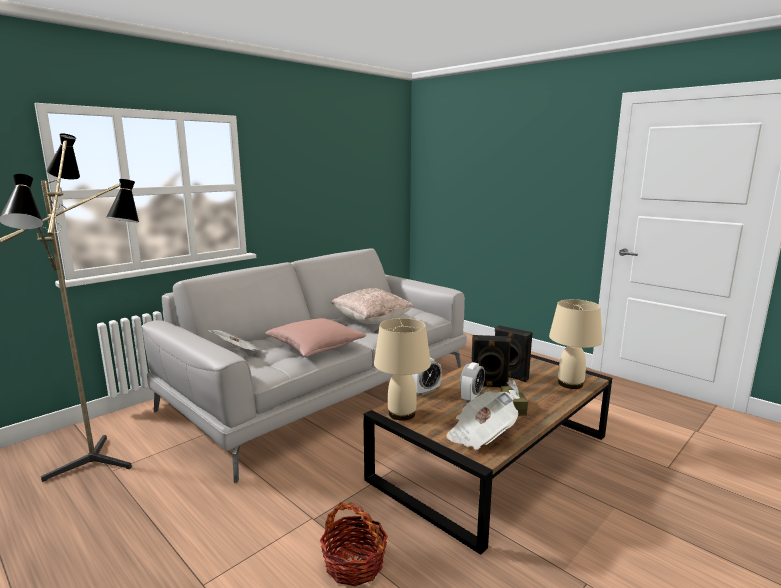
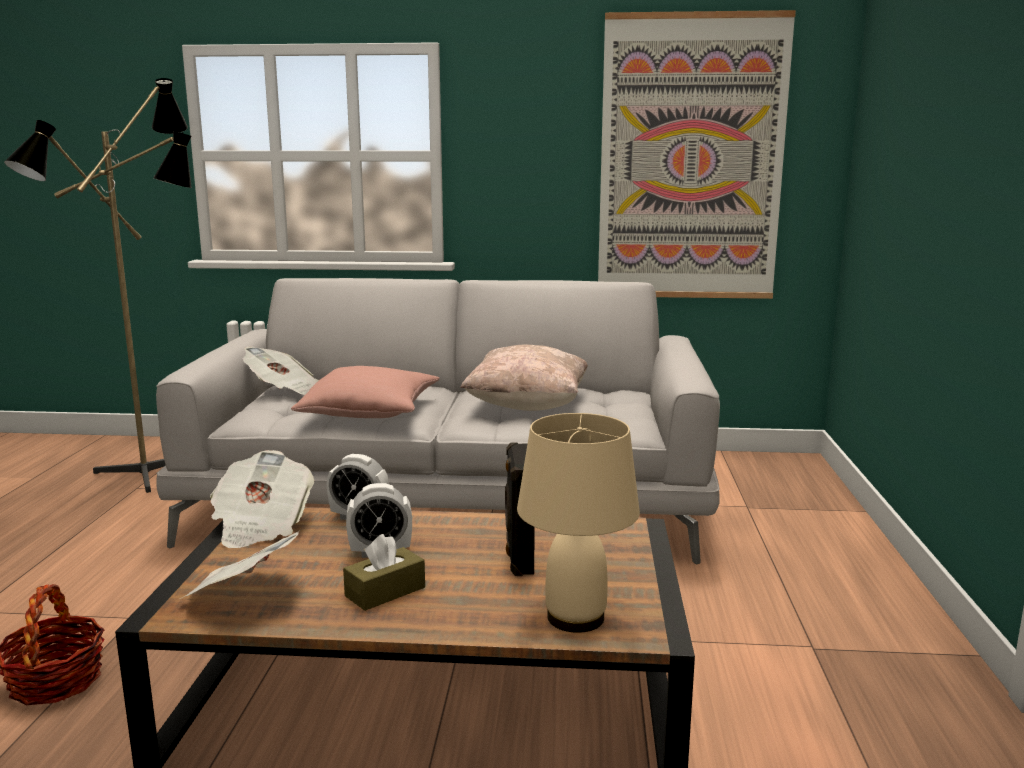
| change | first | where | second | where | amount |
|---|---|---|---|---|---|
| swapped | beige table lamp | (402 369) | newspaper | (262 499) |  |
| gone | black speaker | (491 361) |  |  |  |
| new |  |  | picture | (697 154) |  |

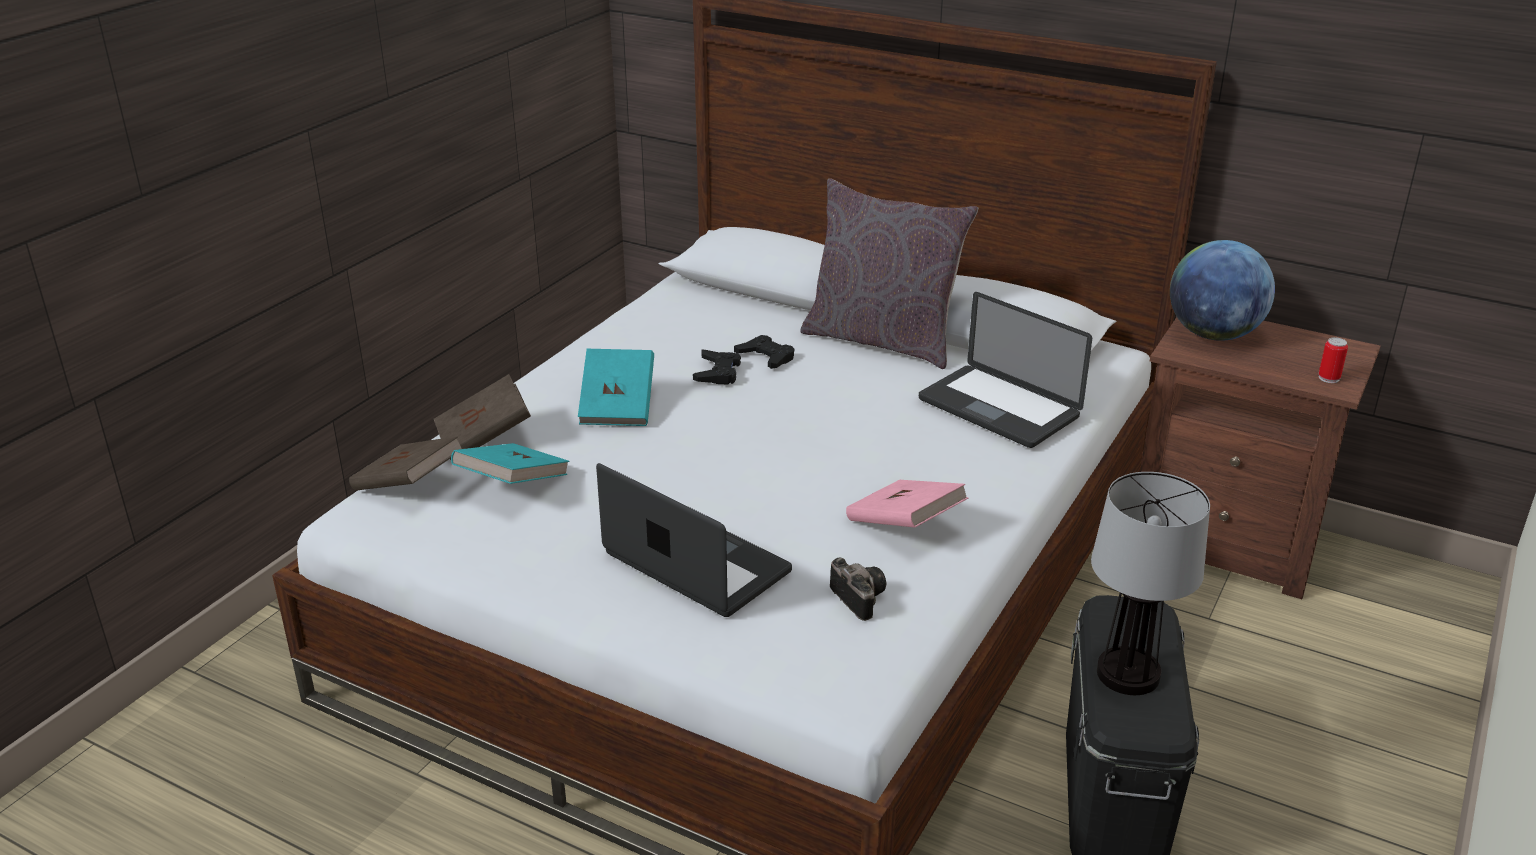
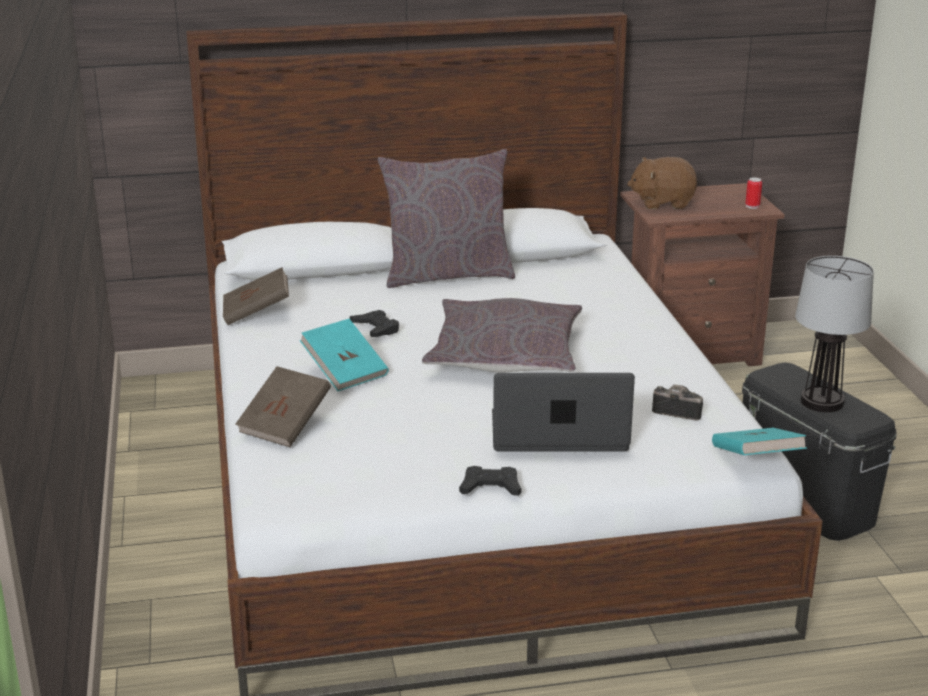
| change | first | where | second | where | amount |
|---|---|---|---|---|---|
| shifted | brown book | (406 463) |  | (256 296) |  |
| shifted | turquoise book | (510 463) |  | (759 441) |  |
| shifted | black game controller | (764 352) |  | (490 481) |  |
| gone | pink book | (907 504) |  |  |  |
| gone | laptop | (1005 370) |  |  |  |
| swapped | globe | (1222 290) | brown plush toy | (662 183) |  |
| new |  |  | grey pillow | (502 335) |  |

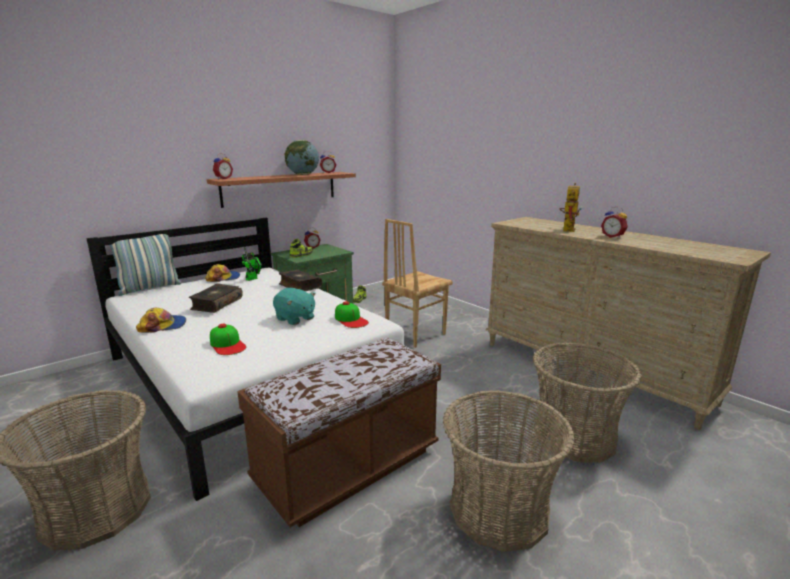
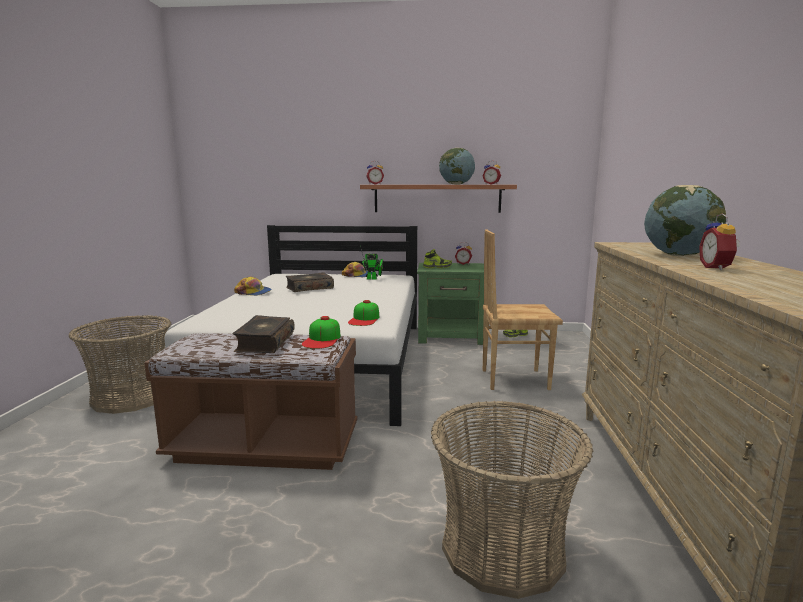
| change | first | where | second | where | amount |
|---|---|---|---|---|---|
| gone | pillow | (146 265) |  |  |  |
| shifted | cap | (228 339) |  | (321 332) |  |
| gone | turquoise plush toy | (294 306) |  |  |  |
| shifted | book | (300 280) |  | (264 334) |  |
| gone | basket | (509 471) |  |  |  |
| swapped | toy robot | (571 207) | globe | (685 220) |  |

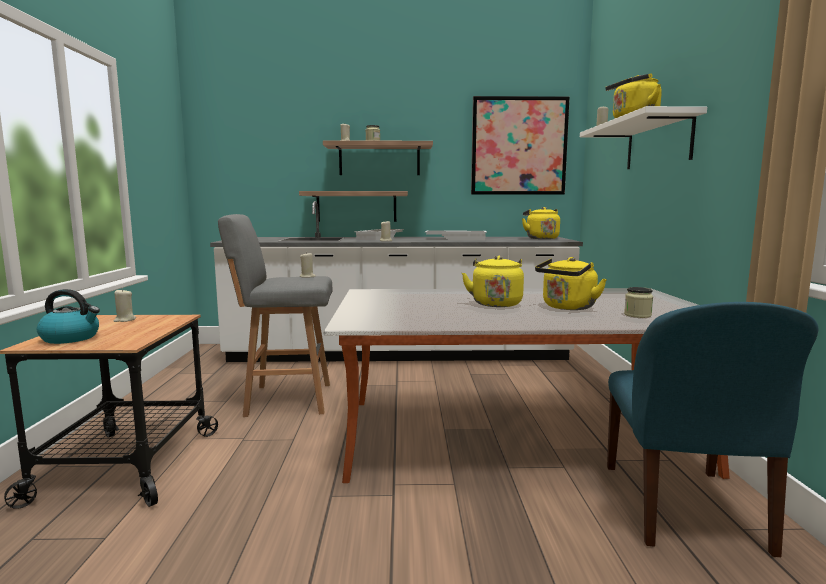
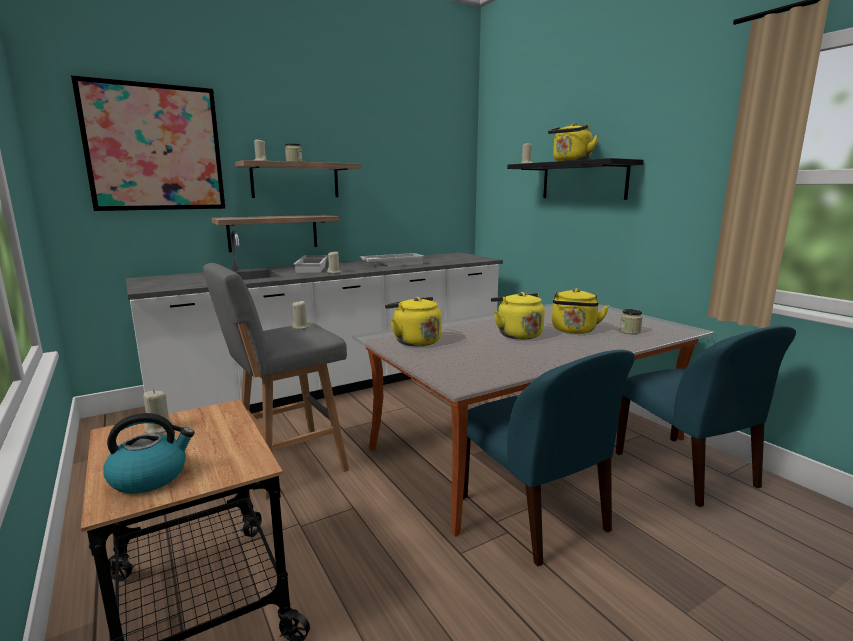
| change | first | where | second | where | amount |
|---|---|---|---|---|---|
| shifted | picture | (520 145) |  | (148 143) |  |
| shifted | yellow kettle | (541 223) |  | (413 321) |  |
| repainted | white shelf | (643 137) | black shelf | (575 179) |  |
| new |  |  | blue chair | (549 458) |  |

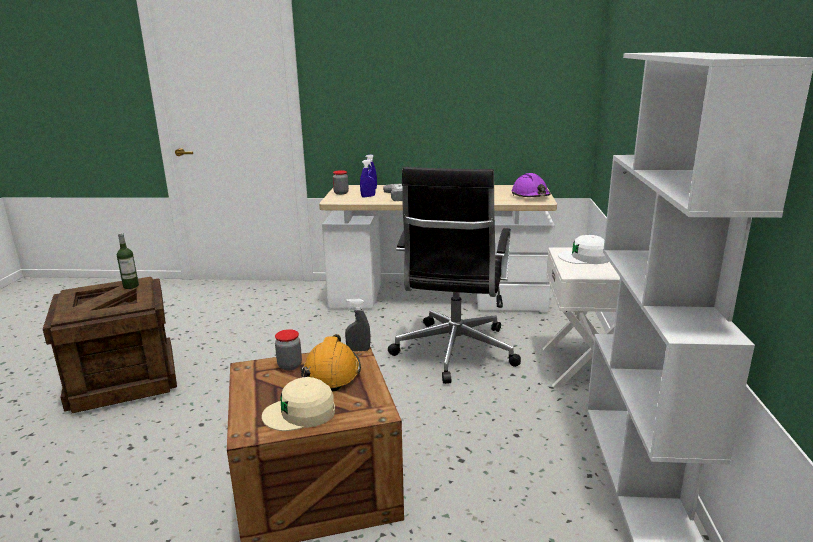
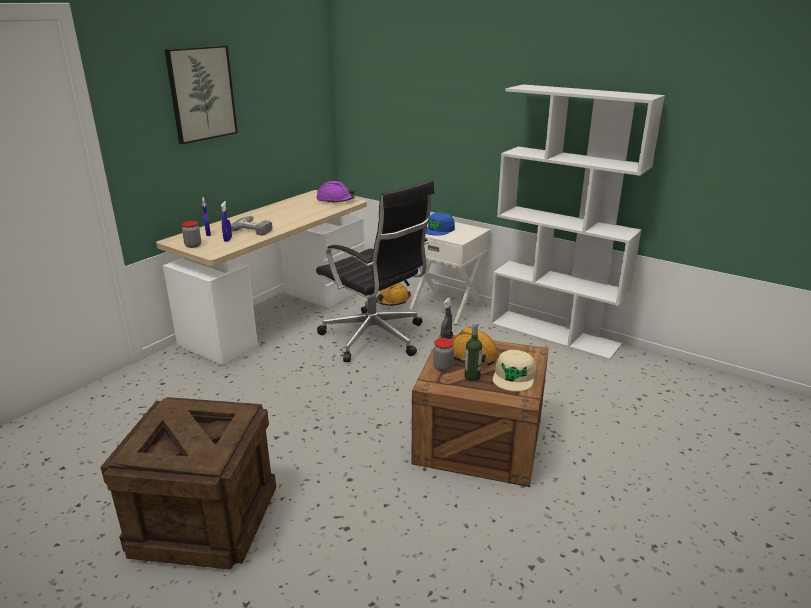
| change | first | where | second | where | amount |
|---|---|---|---|---|---|
| shifted | bottle | (128 261) |  | (473 352) |  |
| repainted | white cap | (583 249) | blue cap | (440 224) |  |
| new |  |  | picture | (201 94) |  |
| new |  |  | orange hard hat | (393 294) |  |

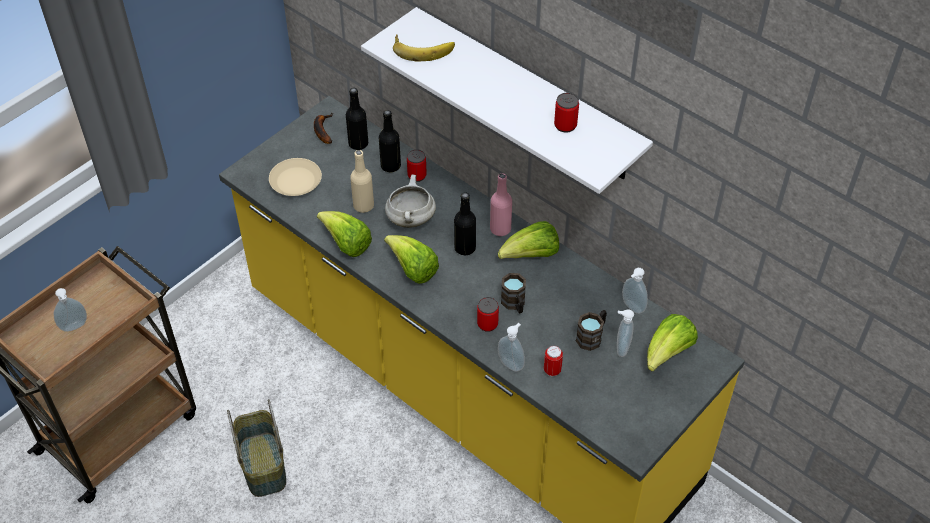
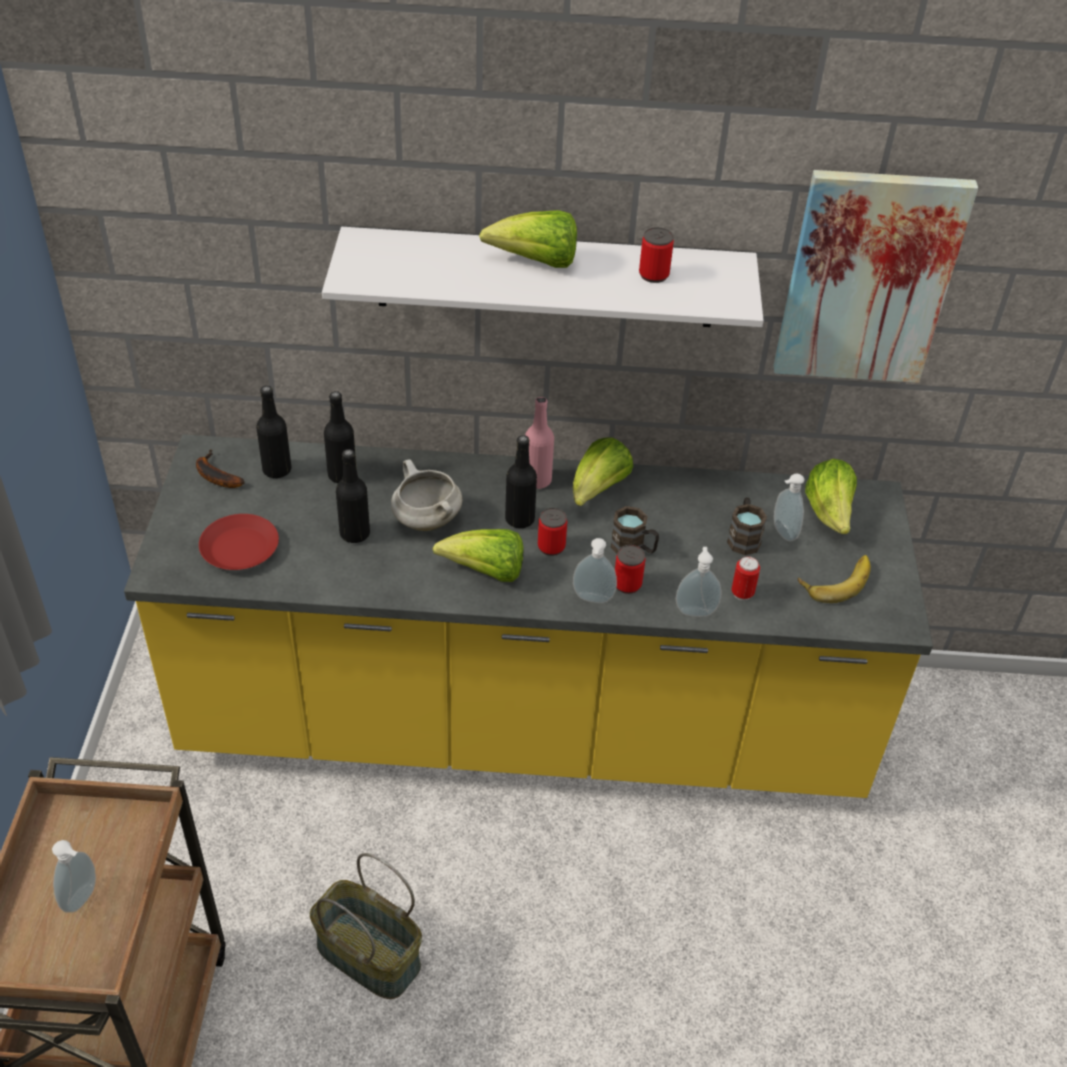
| change | first | where | second | where | amount |
|---|---|---|---|---|---|
| repainted | beige plate | (295 177) | red plate | (239 542) |  |
| shifted | lettuce | (344 234) |  | (528 239) |  |
| repainted | beige bottle | (362 181) | black bottle | (353 496) |  |
| shifted | banana | (424 48) |  | (834 579) |  |
| shifted | can | (417 165) |  | (552 532) |  |
| shifted | soap dispenser | (635 291) |  | (595 570) |  |
| new |  |  | picture | (875 276) |  |

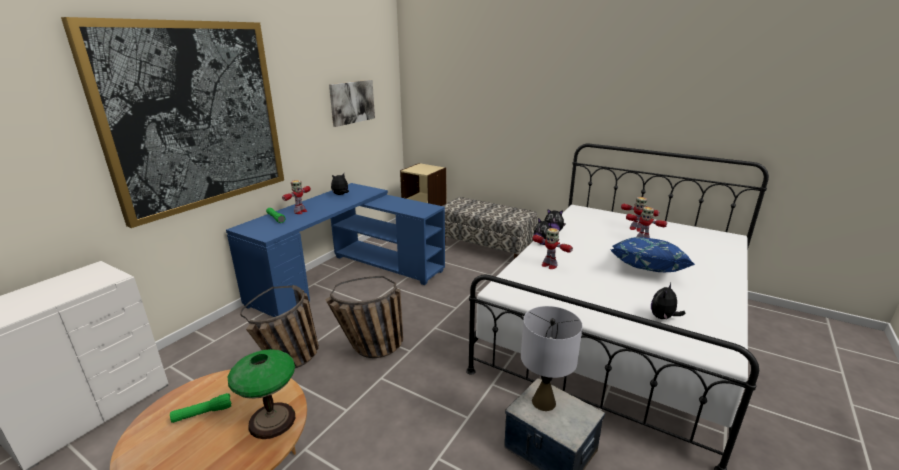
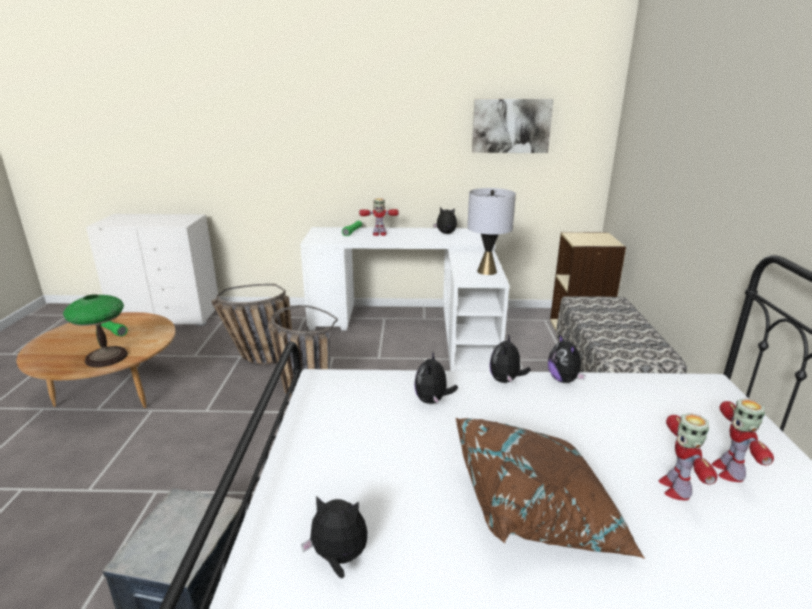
| change | first | where | second | where | amount |
|---|---|---|---|---|---|
| gone | picture | (172 122) |  |  |  |
| repainted | blue desk | (335 250) | white desk | (404 299) |  |
| shifted | grey table lamp | (552 358) |  | (491 231) |  |
| swapped | toy robot | (552 248) | plush toy | (436 377) |  |
| repainted | blue pillow | (653 254) | brown pillow | (550 488) |  |

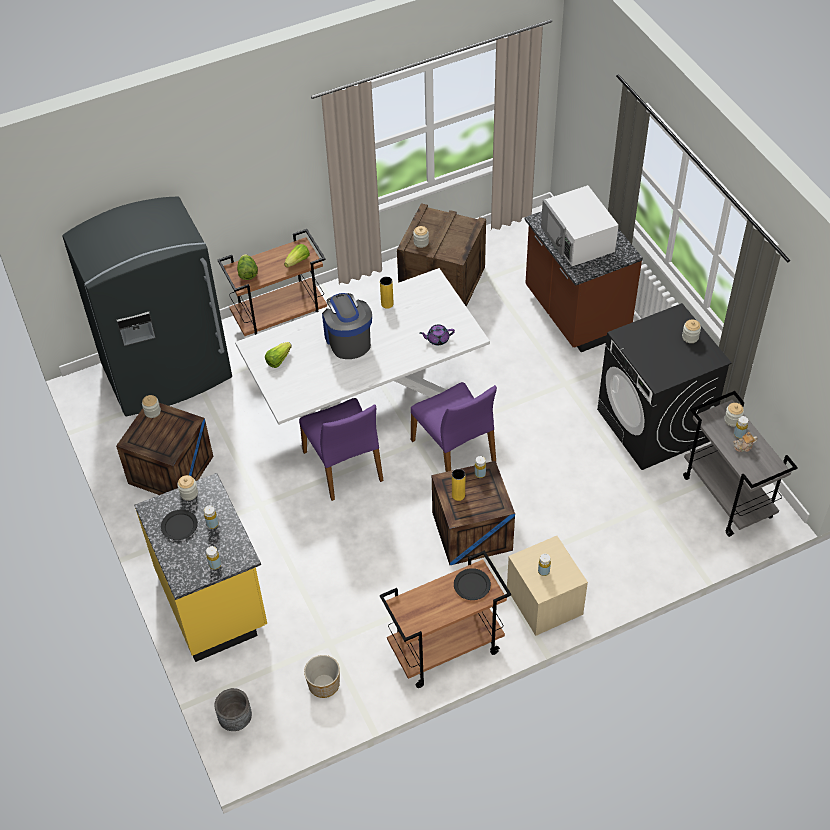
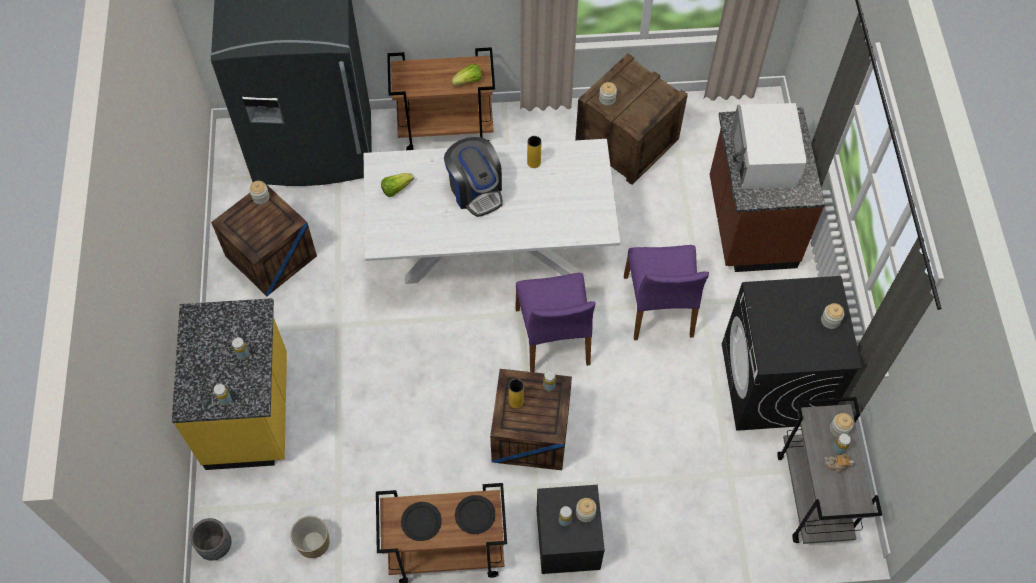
| change | first | where | second | where | amount |
|---|---|---|---|---|---|
| shifted | black plate | (179 525) |  | (421 521) |  |
| shifted | jar | (187 487) |  | (586 510) |  |
| gone | lettuce | (247 267) |  |  |  |
| shifted | purple chair | (341 449) |  | (666 292) |  |
| rotated | coffee machine | (347 326) |  | (473 177) | 150 degrees clockwise |
| gone | purple teapot | (437 334) |  |  |  |
| repainted | beige nightstand | (547 586) | black nightstand | (570 529) |  |

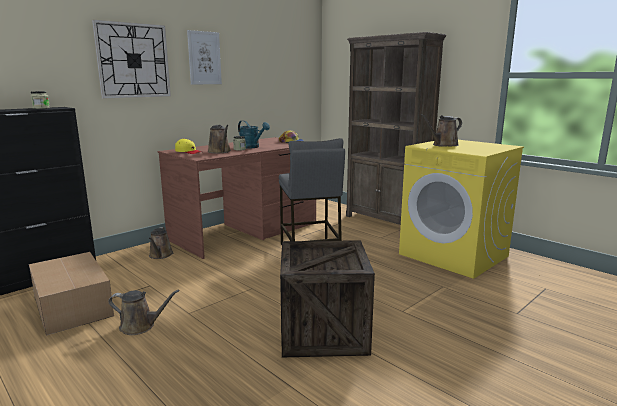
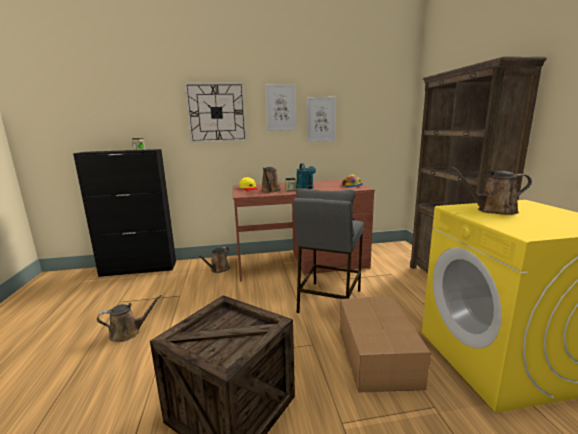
| change | first | where | second | where | amount |
|---|---|---|---|---|---|
| shifted | cardboard box | (71 293) |  | (385 345) |  |
| rotated | brown watering can | (144 312) |  | (129 318) | 60 degrees counterclockwise |
| new |  |  | picture | (321 119) |  |

